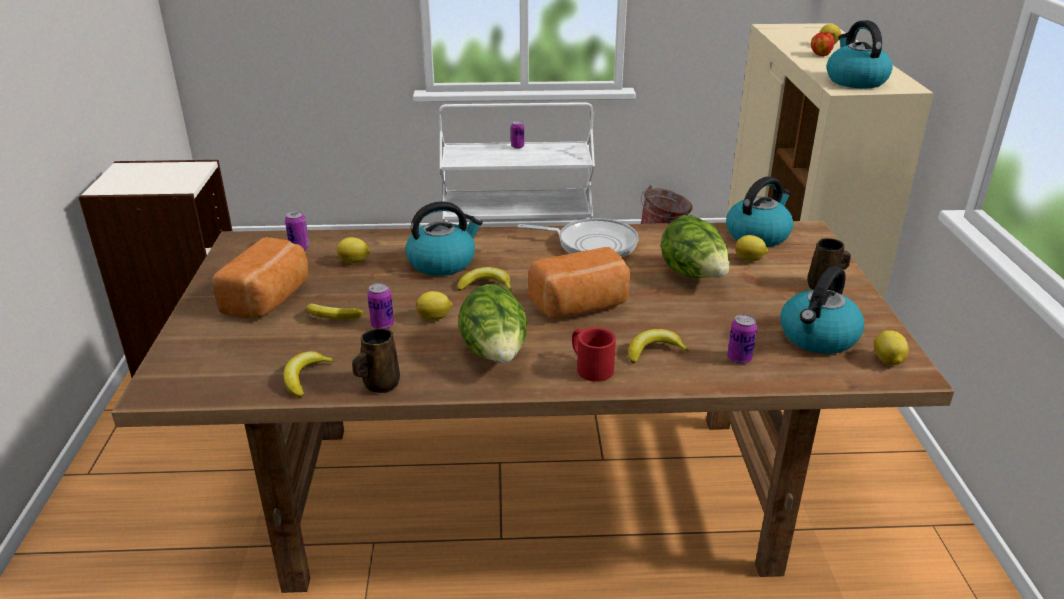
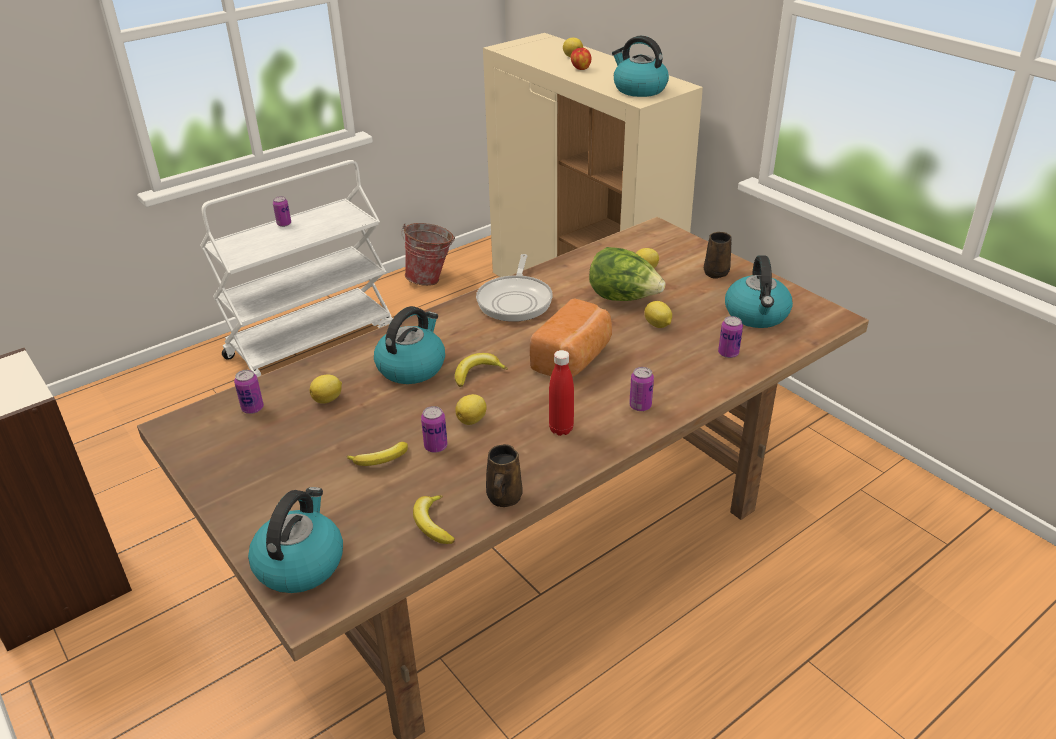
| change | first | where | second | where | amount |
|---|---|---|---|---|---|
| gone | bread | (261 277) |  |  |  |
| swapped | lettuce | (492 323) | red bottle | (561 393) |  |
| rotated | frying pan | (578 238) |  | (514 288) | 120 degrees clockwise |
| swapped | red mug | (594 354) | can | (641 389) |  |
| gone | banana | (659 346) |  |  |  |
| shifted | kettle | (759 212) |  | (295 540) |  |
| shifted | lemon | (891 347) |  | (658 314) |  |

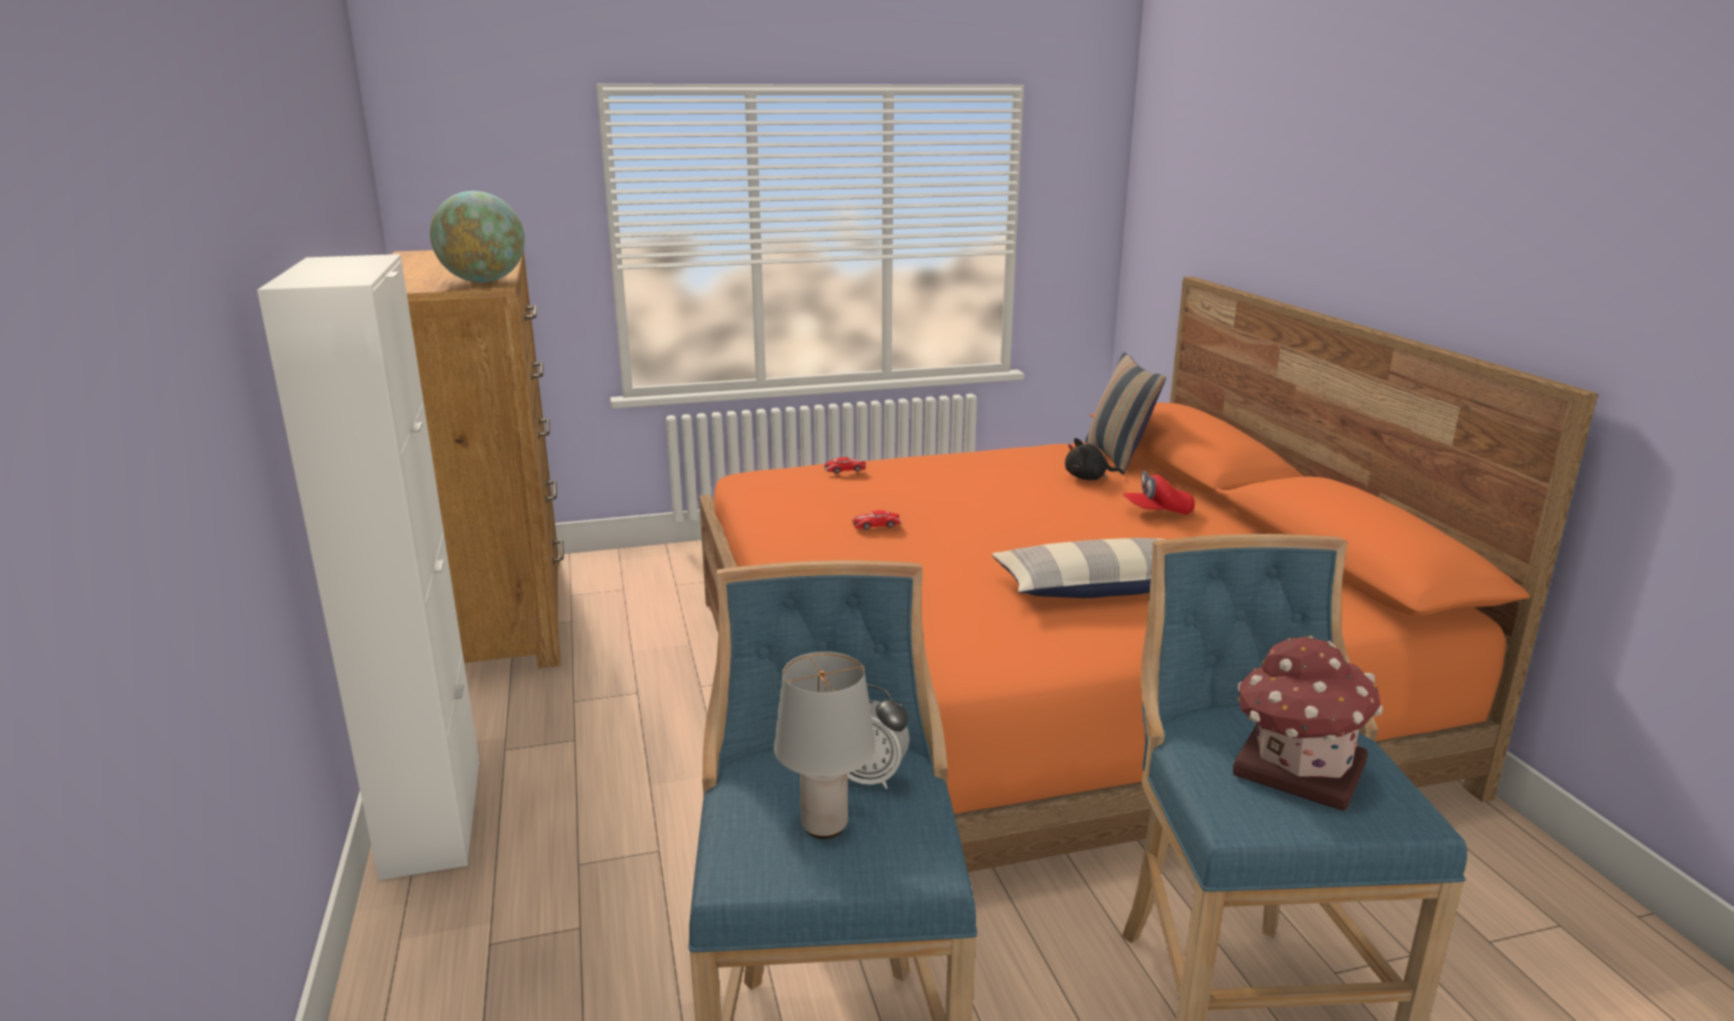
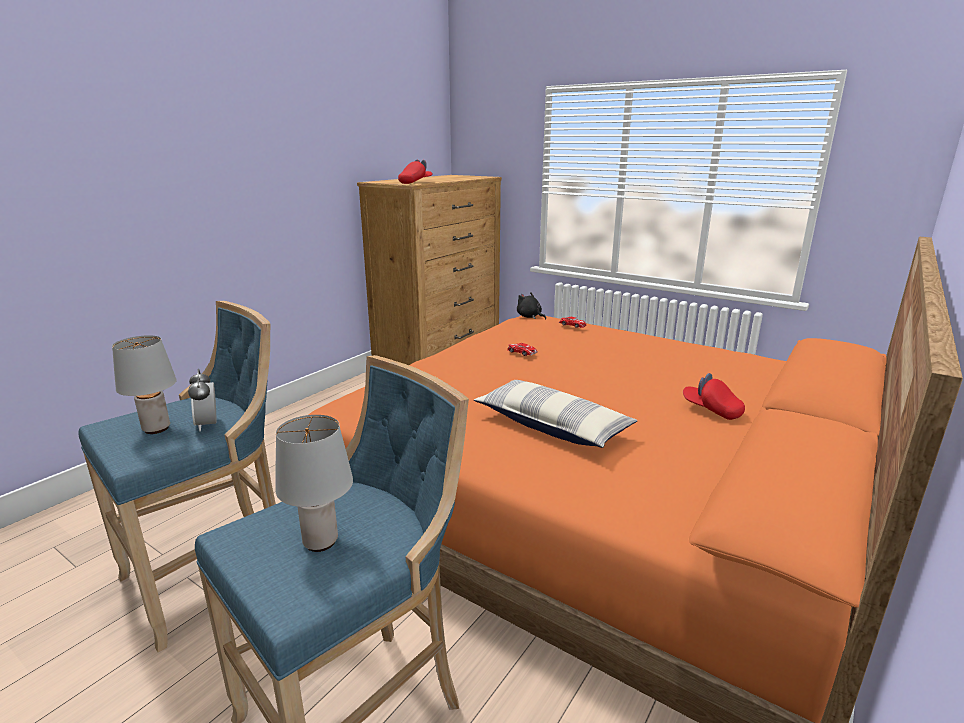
| change | first | where | second | where | amount |
|---|---|---|---|---|---|
| gone | white cabinet | (368 567) |  |  |  |
| swapped | globe | (477 237) | red cap | (415 172) |  |
| shifted | black plush toy | (1094 459) |  | (531 306) |  |
| gone | pillow | (1125 413) |  |  |  |
| swapped | toy house | (1308 723) | grey table lamp | (314 483) |  |

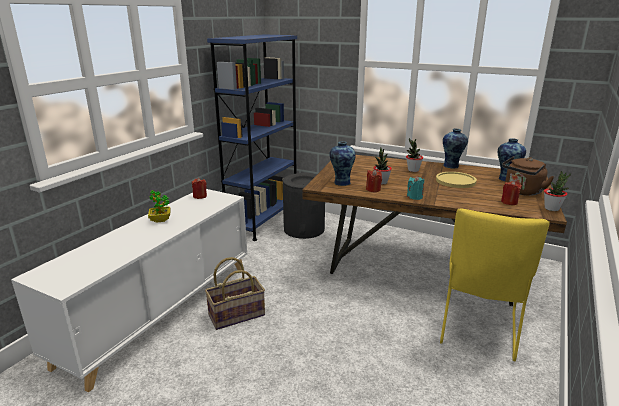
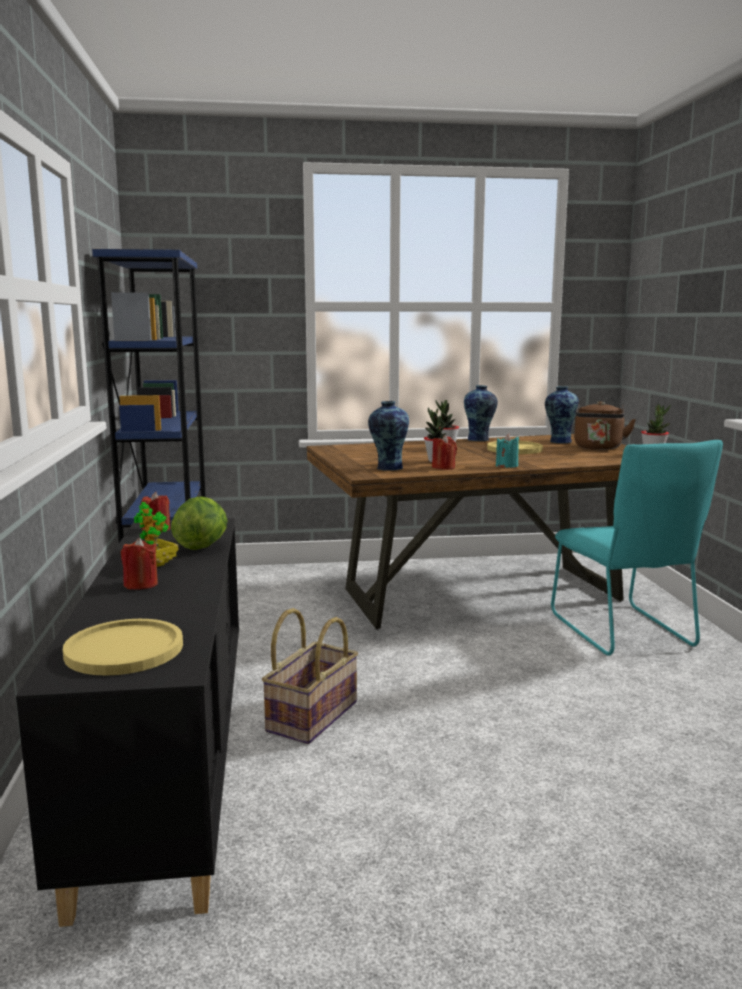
| change | first | where | second | where | amount |
|---|---|---|---|---|---|
| repainted | white cabinet | (129 291) | black cabinet | (127 722) |  |
| gone | black trash can | (304 206) |  |  |  |
| repainted | yellow chair | (495 284) | turquoise chair | (637 548) |  |
| shifted | red candle | (511 193) |  | (139 564) |  |
| new |  |  | yellow plate | (123 647) |  |
| new |  |  | lettuce | (199 523) |  |

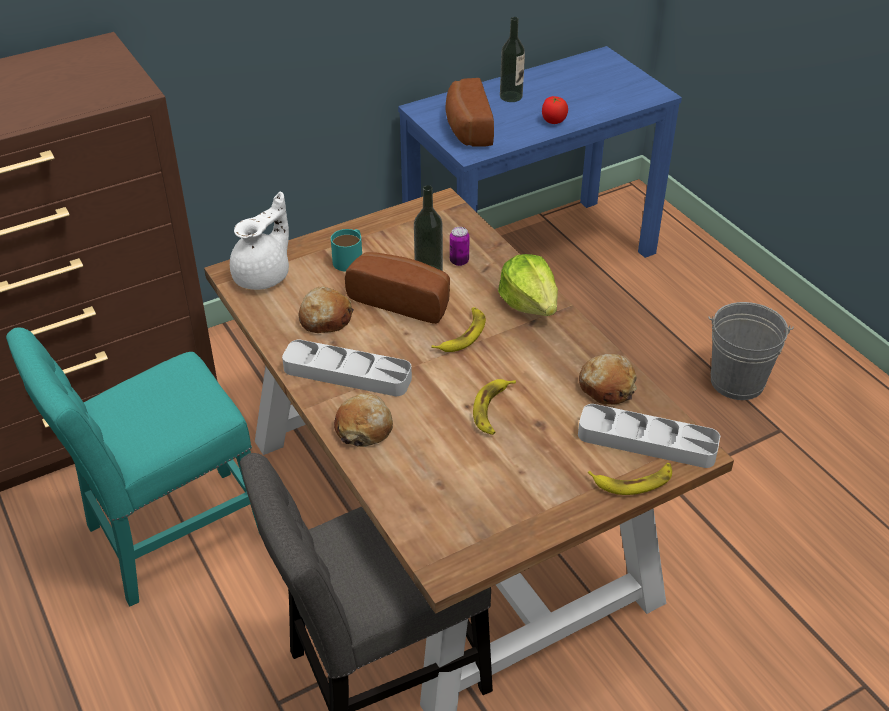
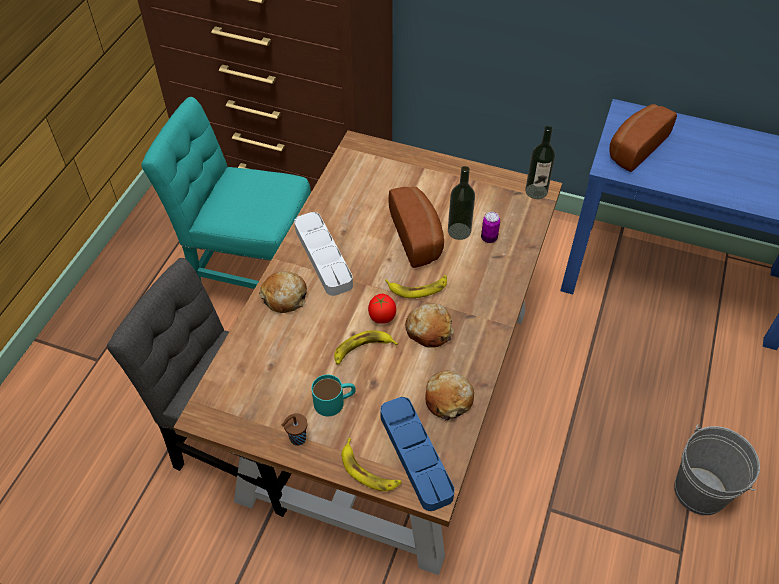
| change | first | where | second | where | amount |
|---|---|---|---|---|---|
| gone | white teapot | (259 241) |  |  |  |
| shifted | bread | (326 310) |  | (429 325) |  |
| shifted | turquoise mug | (346 250) |  | (333 395) |  |
| gone | lettuce | (528 285) |  |  |  |
| shifted | bottle | (512 59) |  | (540 162) |  |
| shifted | tomato | (555 110) |  | (382 309) |  |
| repainted | grey tray | (649 436) | blue tray | (417 454) |  |
| new |  |  | brown cup | (294 429) |  |

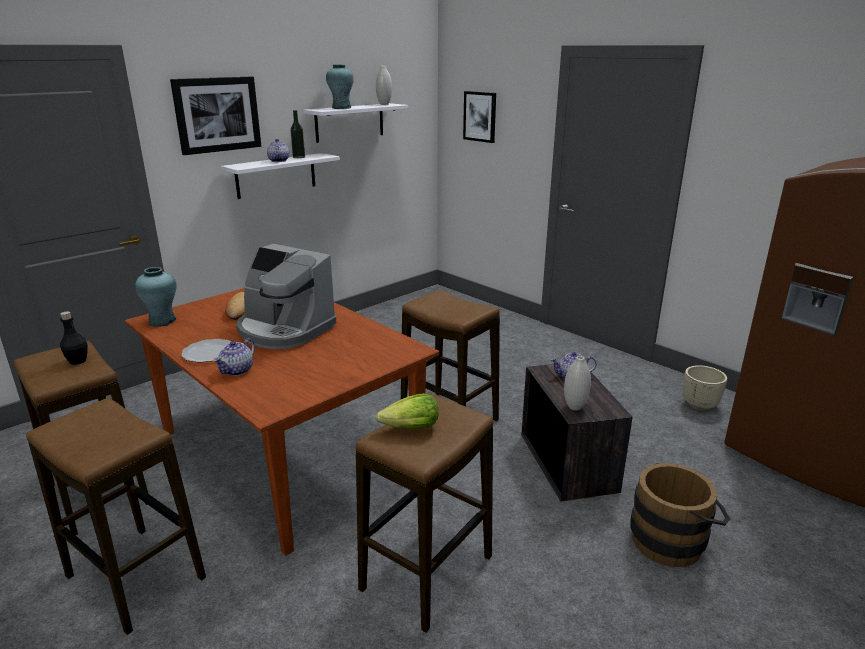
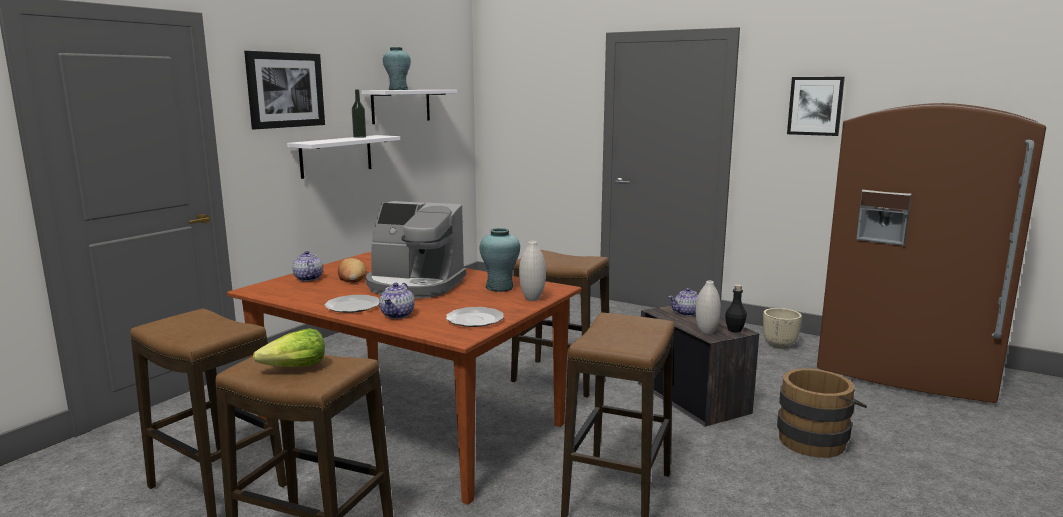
| change | first | where | second | where | amount |
|---|---|---|---|---|---|
| shifted | black bottle | (74 338) |  | (736 308) |  |
| shifted | turquoise vase | (156 297) |  | (500 260) |  |
| shifted | teapot | (278 150) |  | (308 266) |  |
| shifted | white vase | (384 85) |  | (532 271) |  |
| shifted | lettuce | (407 411) |  | (289 347) |  |
| shifted | picture | (479 117) |  | (816 106) |  |
| new |  |  | plate | (475 317) |  |

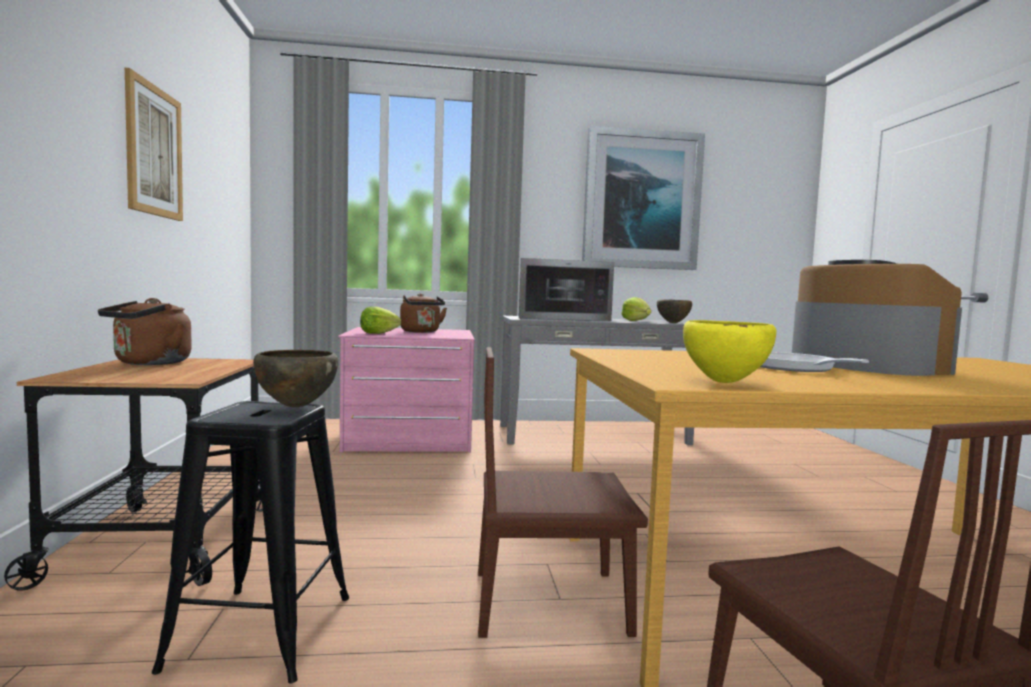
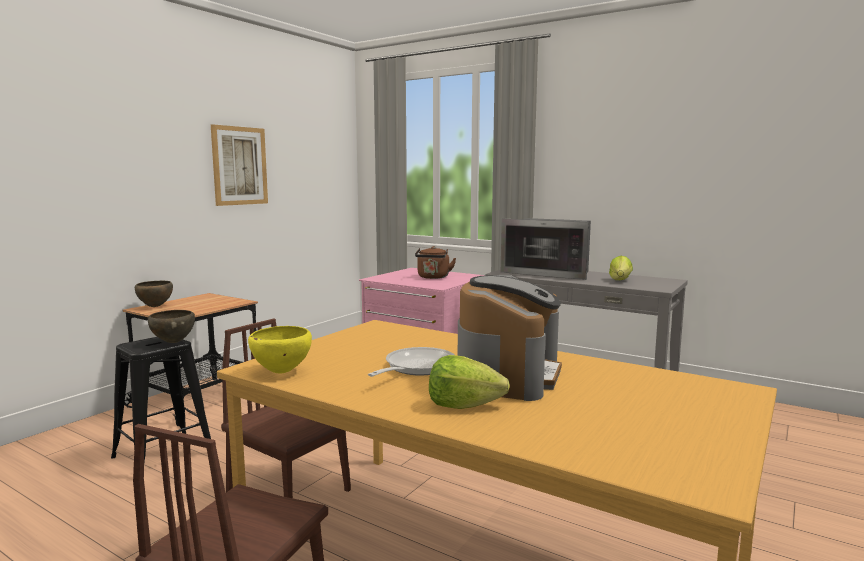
| change | first | where | second | where | amount |
|---|---|---|---|---|---|
| gone | brown kettle | (145 331) |  |  |  |
| shifted | lettuce | (380 320) |  | (469 382) |  |
| gone | picture | (643 198) |  |  |  |
| shifted | brown bowl | (674 311) |  | (154 294) |  |

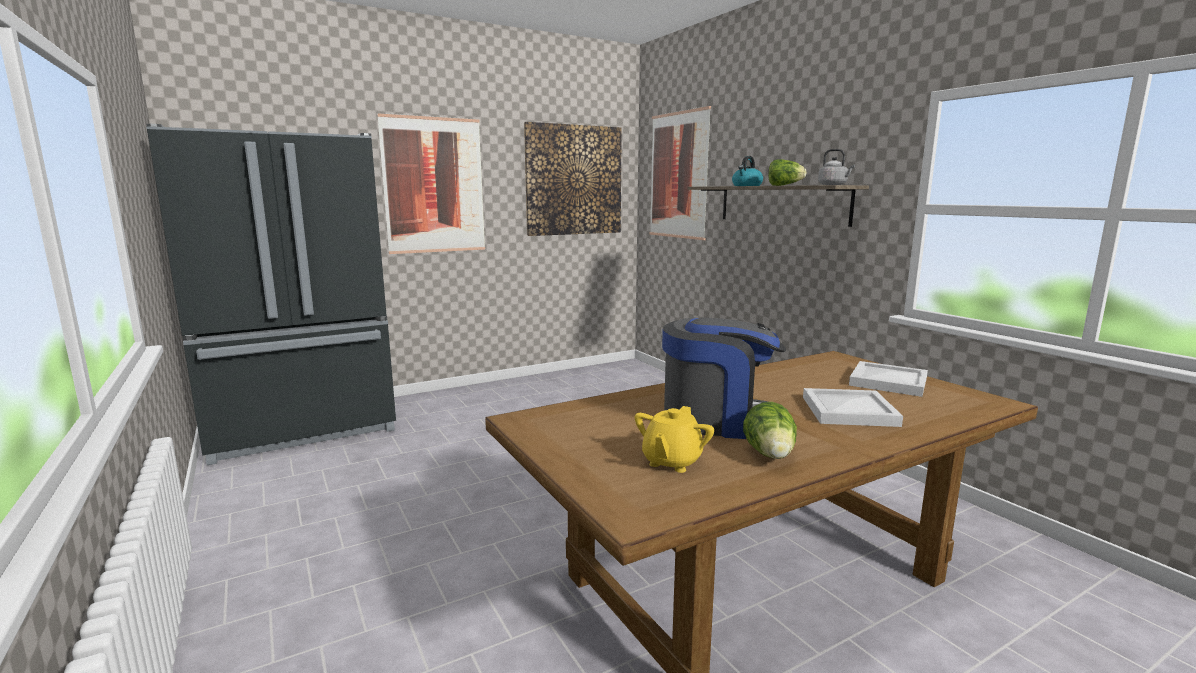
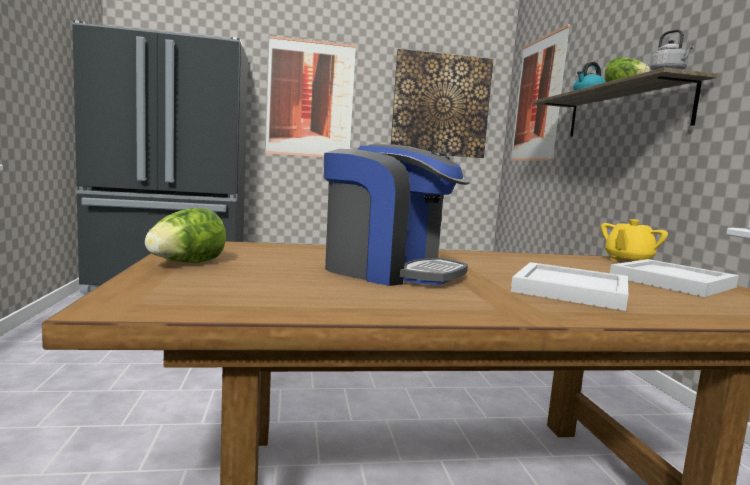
| change | first | where | second | where | amount |
|---|---|---|---|---|---|
| shifted | yellow teapot | (674 439) |  | (634 240) |  |
| shifted | lettuce | (770 430) |  | (185 235) |  |

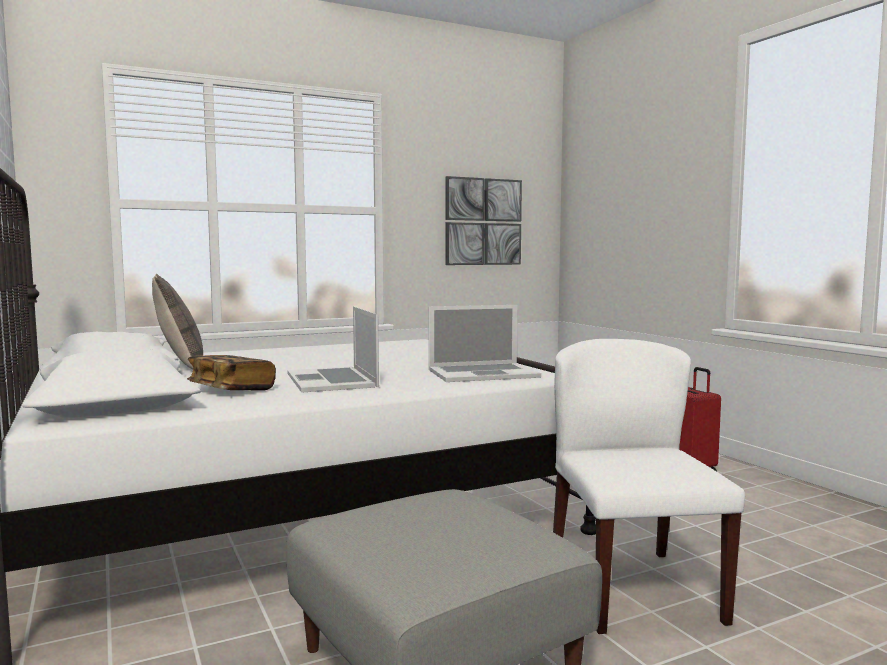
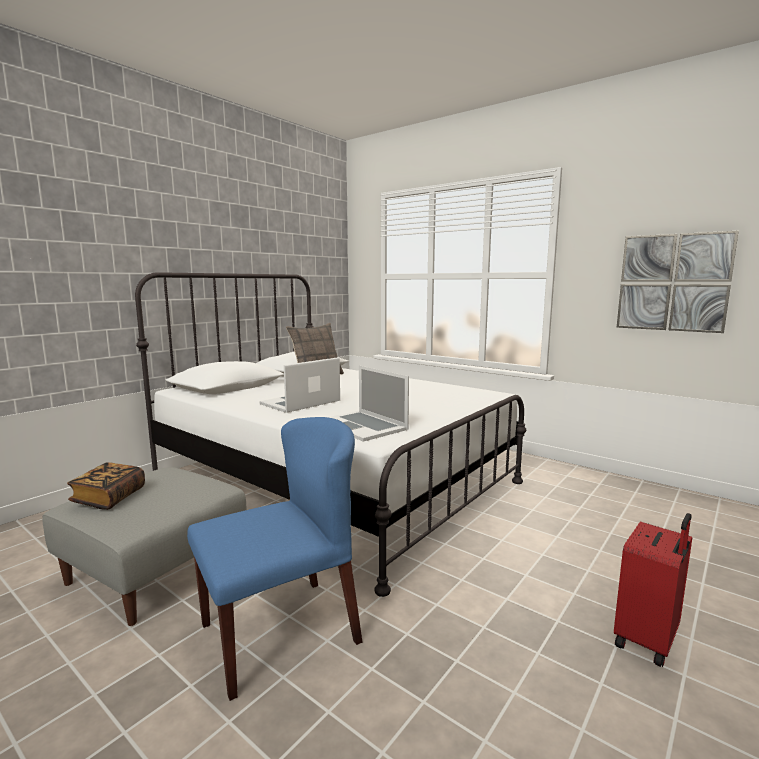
| change | first | where | second | where | amount |
|---|---|---|---|---|---|
| shifted | book | (231 373) |  | (106 486) |  |
| repainted | white chair | (649 486) | blue chair | (274 559) |  |

